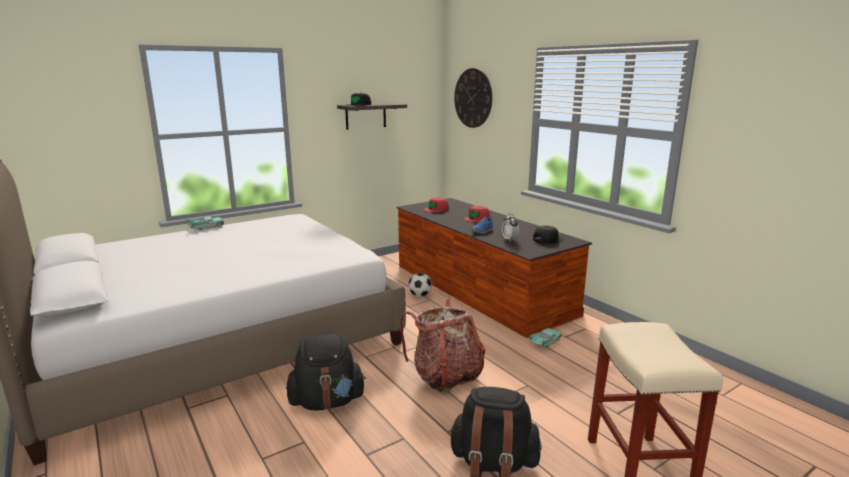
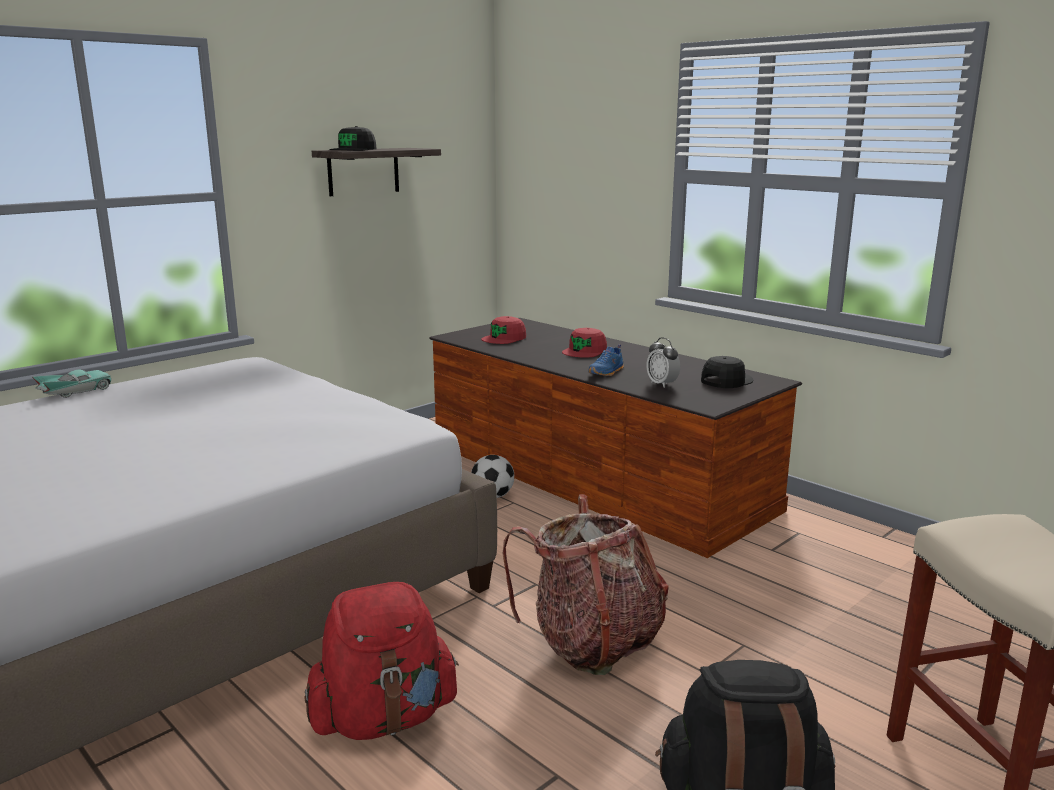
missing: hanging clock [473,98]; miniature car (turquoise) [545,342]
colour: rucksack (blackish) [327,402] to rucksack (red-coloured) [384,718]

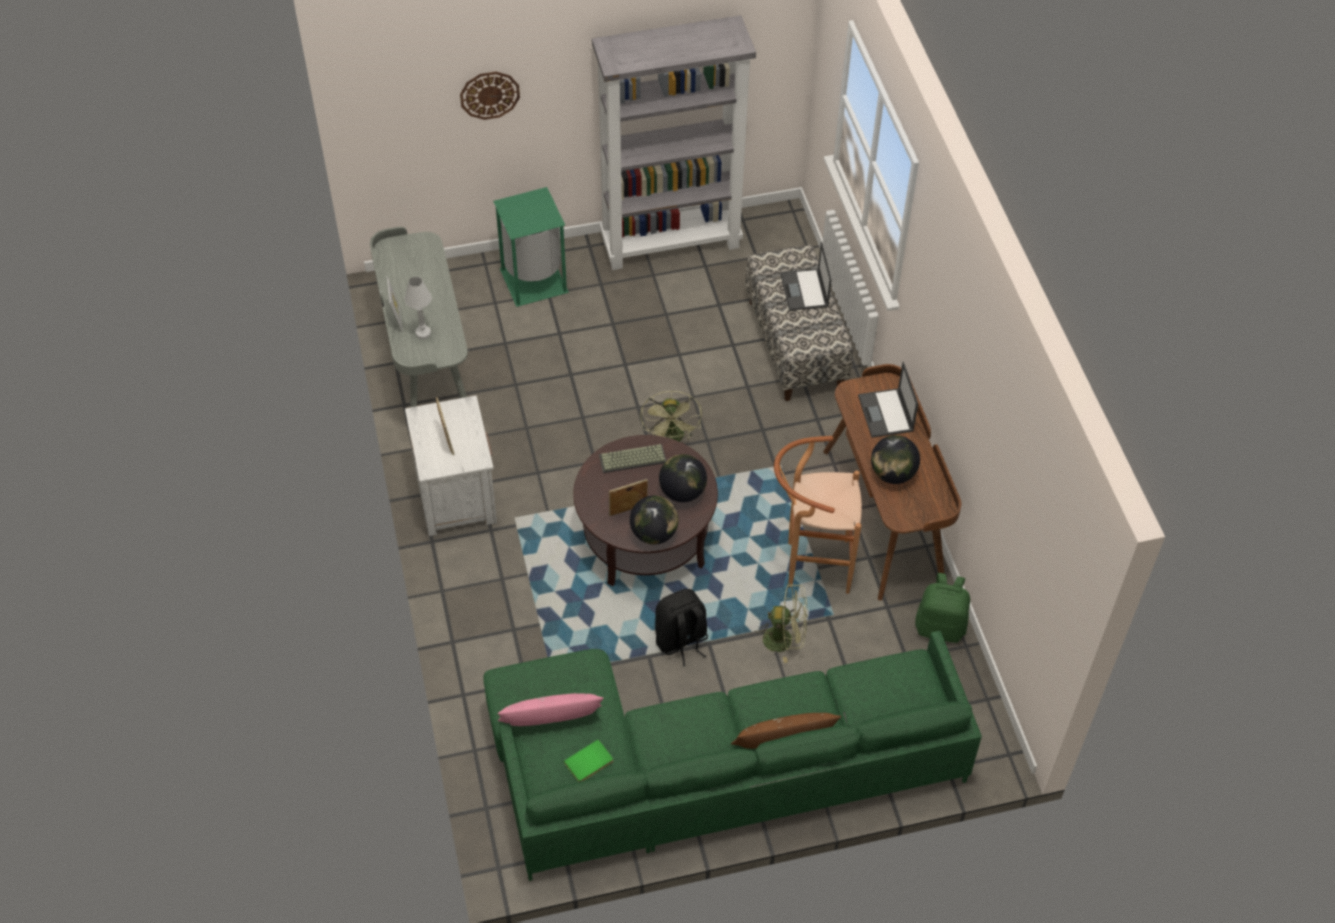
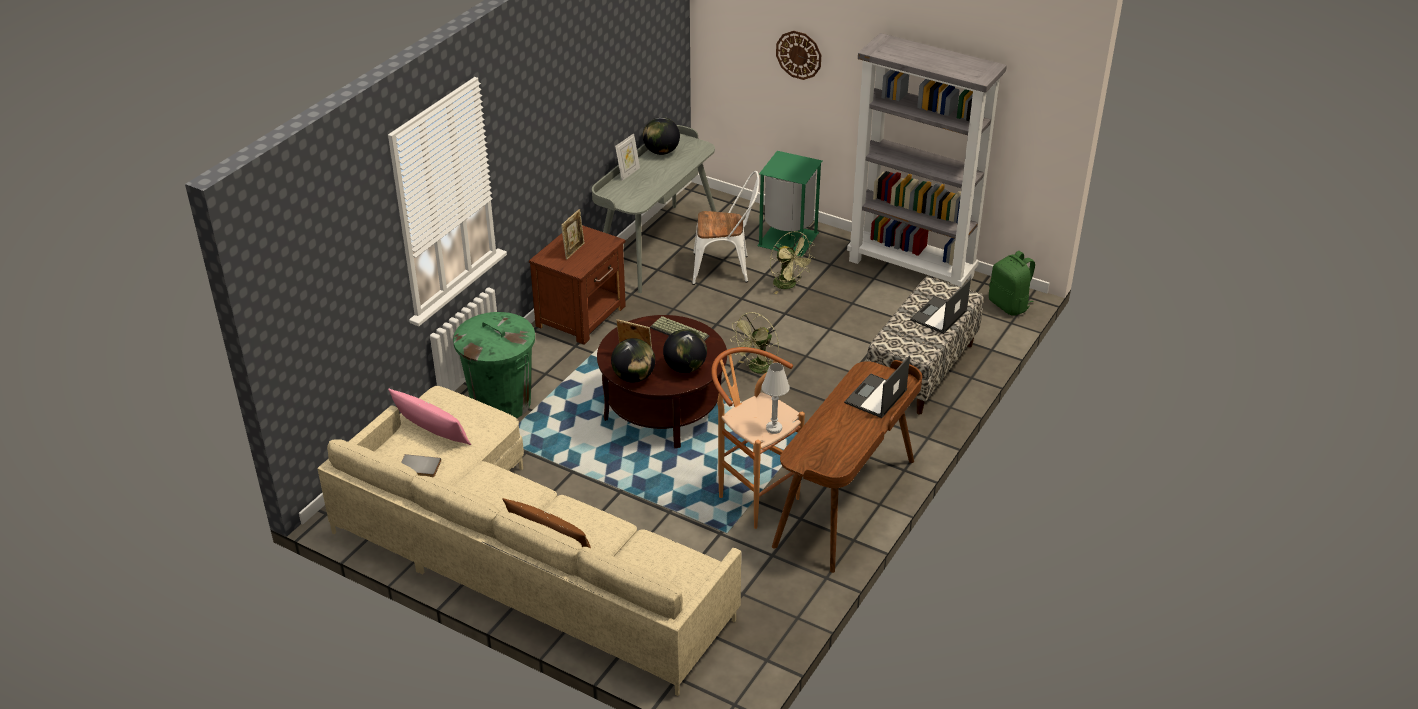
missing: rucksack (blackish) [681,641]
appeared: waste bin (greenish) [501,402]; chair (white) [726,268]
relocated: desk globe [892,474] to [661,152]; tabletop lamp (white) [423,333] to [774,428]; fan (greenish) [784,639] to [789,285]; rucksack (greenish) [940,627] to [1009,305]
colour: couch (greenish) [709,769] to couch (sand-coloured) [519,557]; bound book (greenish) [589,763] to bound book (grey) [419,468]; nightstand (white) [456,493] to nightstand (brown-coloured) [582,316]

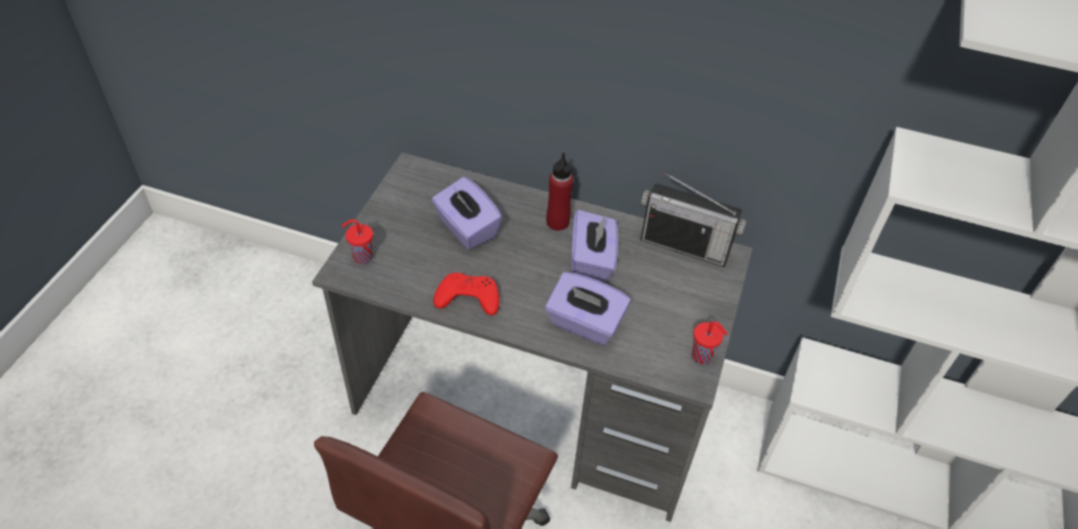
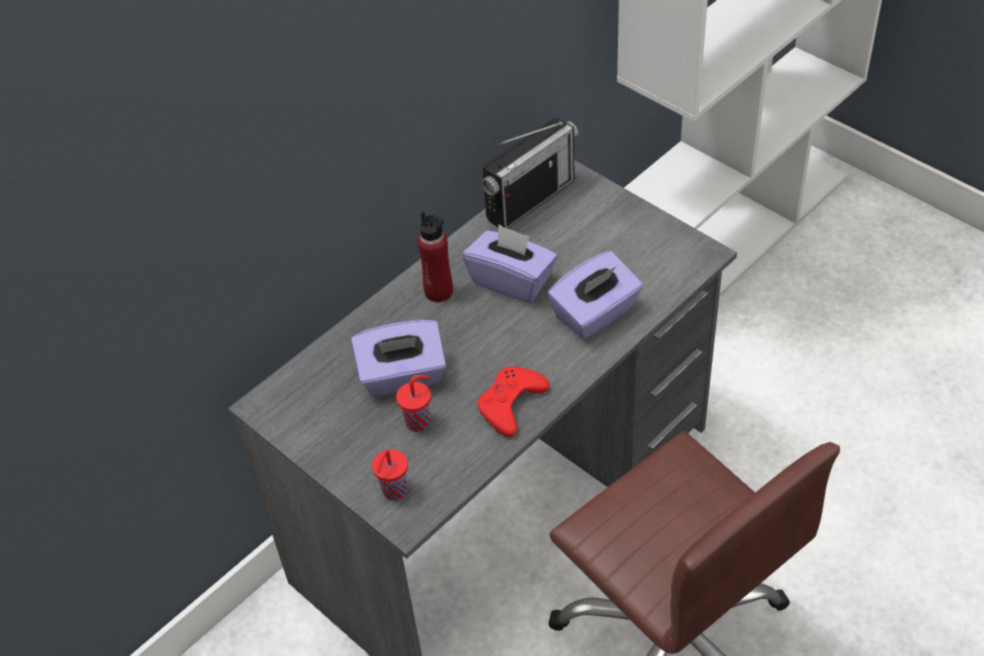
relocated: small cup (red-coloured) [702,357] to [419,422]

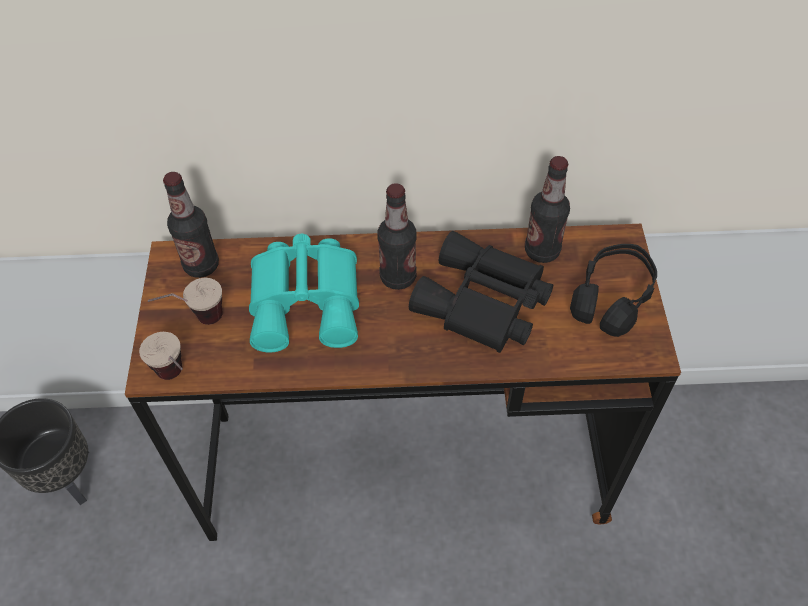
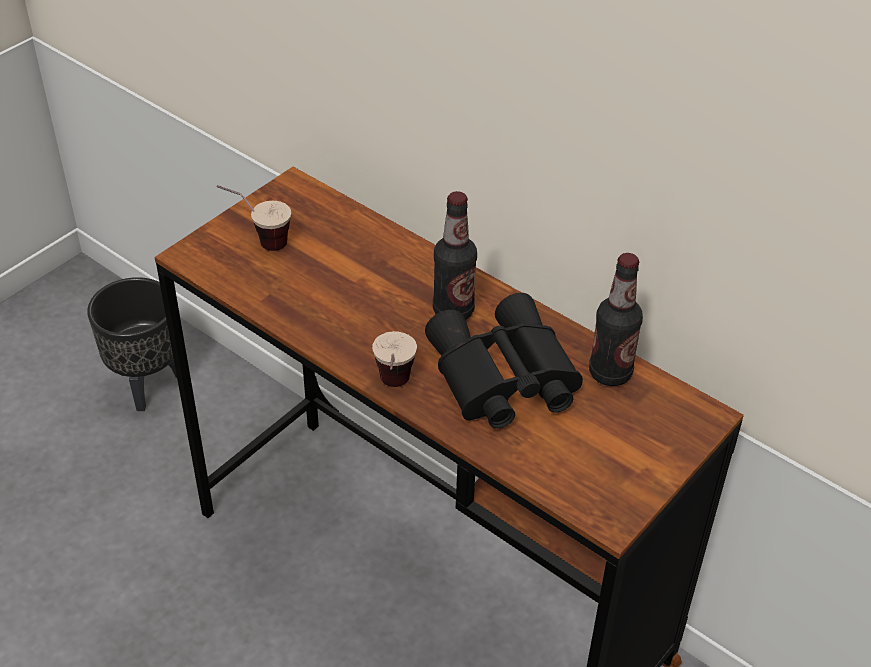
missing: beverage bottle [201,265]; binoculars (turquoise) [308,300]; pair of headphones (blackish) [611,298]
relocated: small cup [177,379] to [394,390]

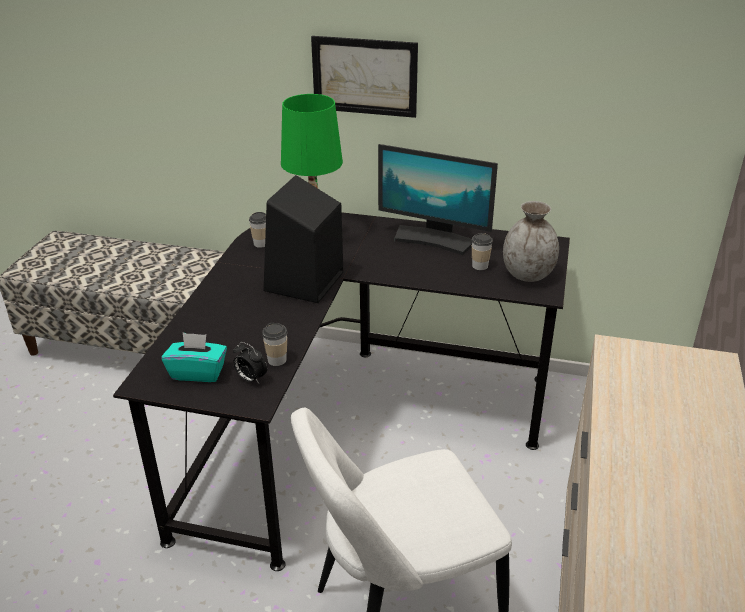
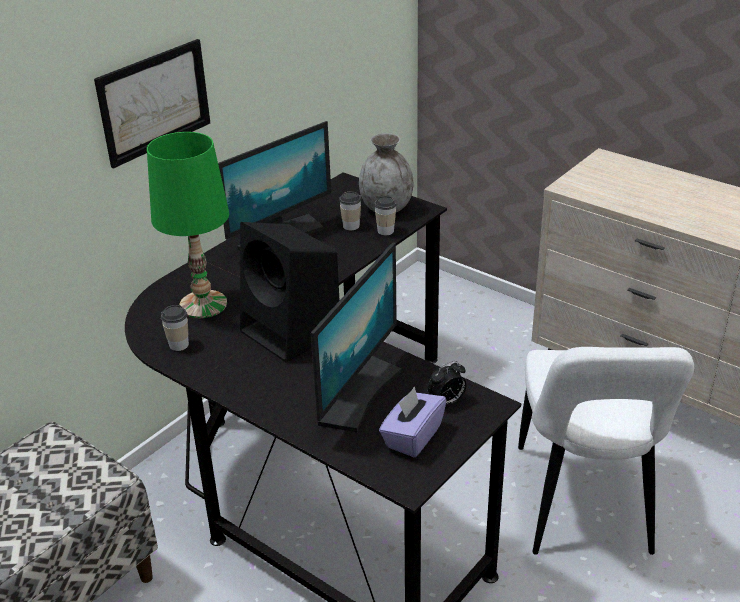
appeared: monitor [357,394]
relocated: small cup [277,360] to [385,231]
colour: tissue box (turquoise) [198,372] to tissue box (purple) [412,437]

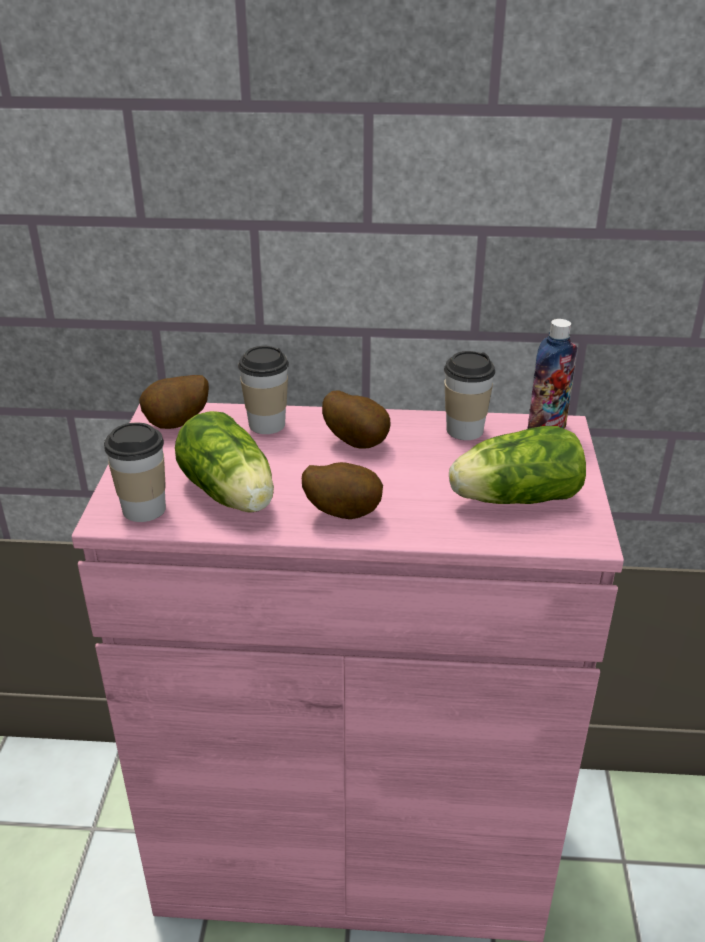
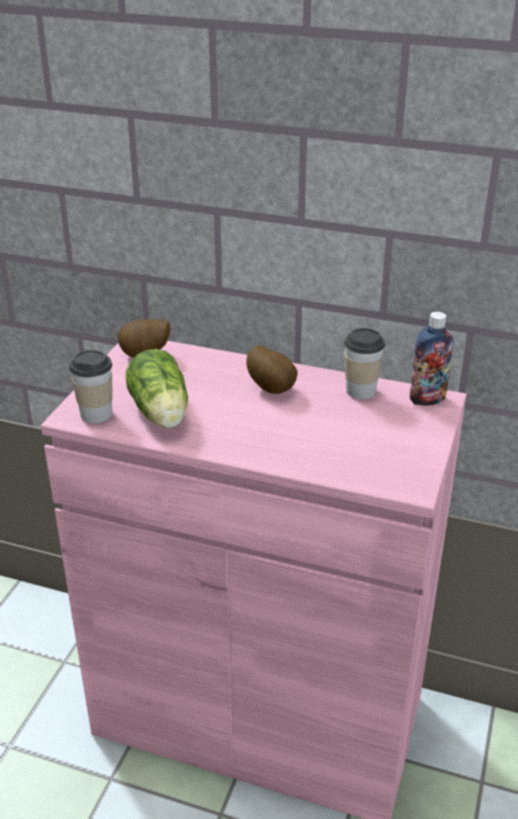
missing: small cup [267,424]; potato [342,512]; lettuce [511,498]

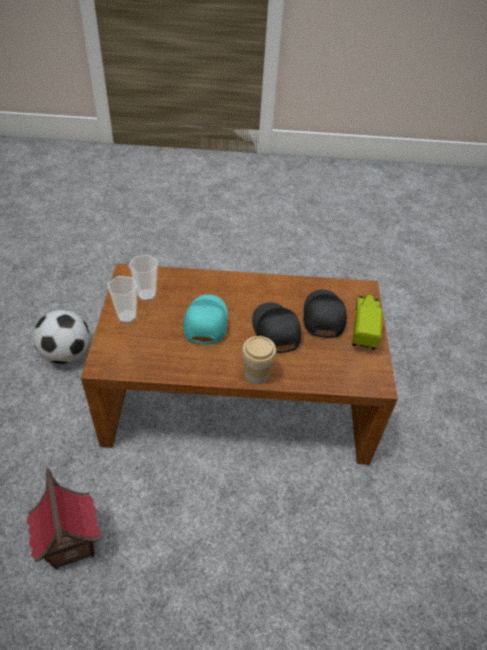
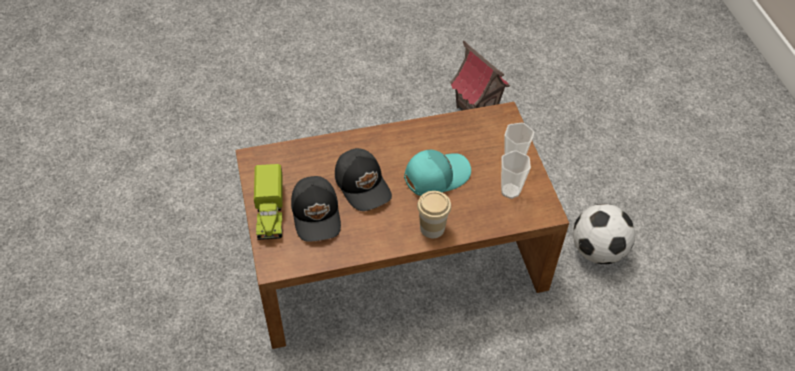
relocated: small cup [256,374] to [432,228]
spun: cap (turquoise) [205,323] = [435,175] 105 degrees counterclockwise

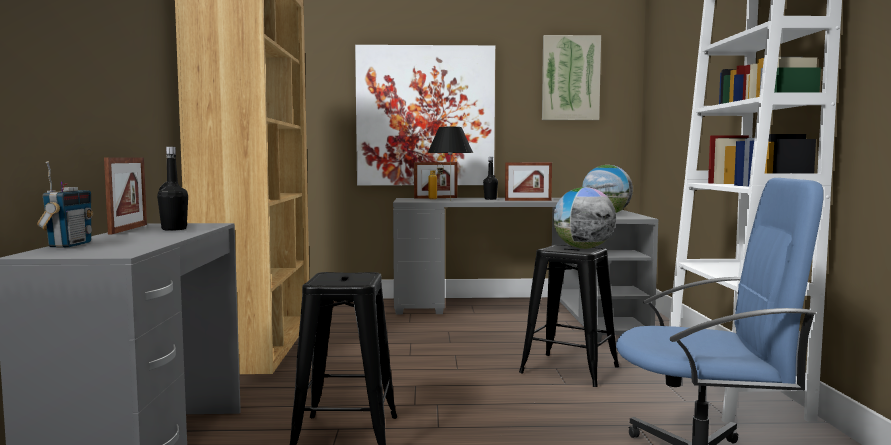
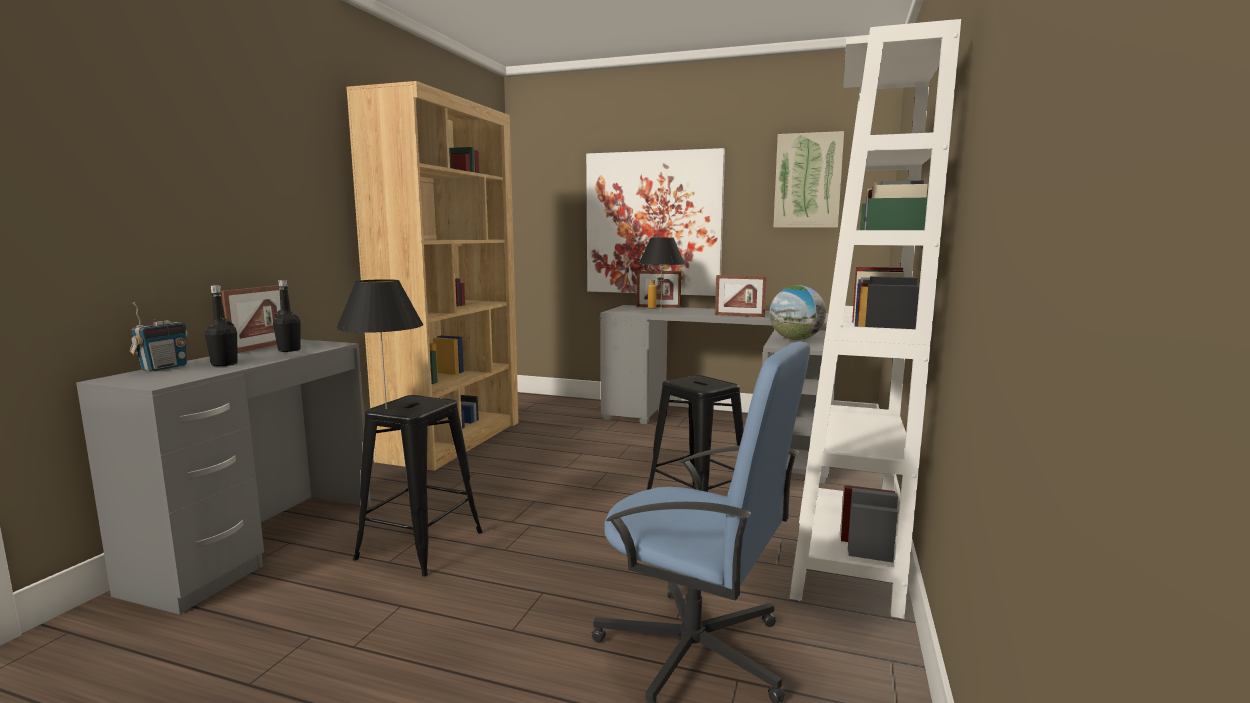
missing: desk globe [583,248]
appeared: tabletop lamp (blackish) [385,408]
relocated: beverage bottle (blackish) [490,199] to [224,364]

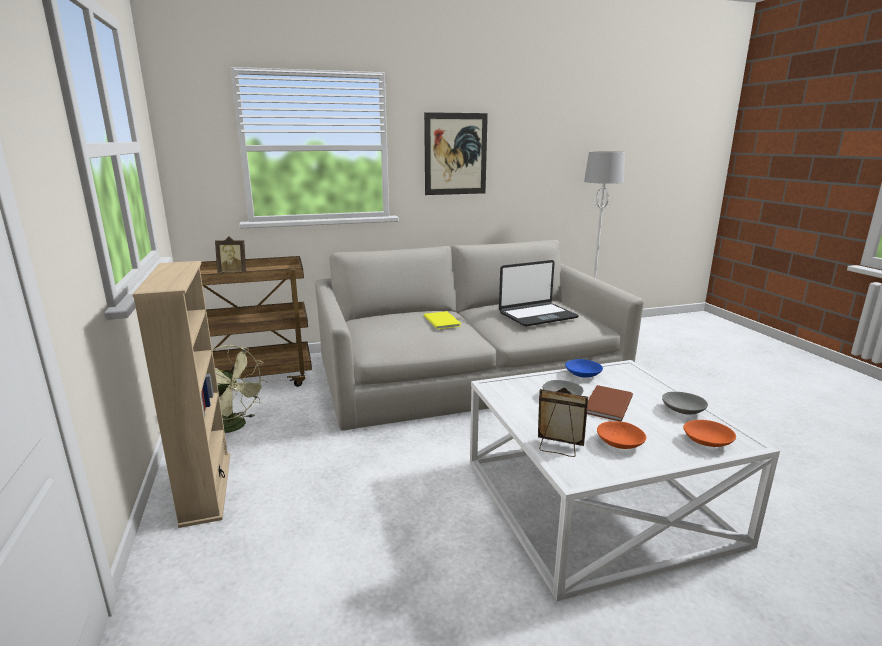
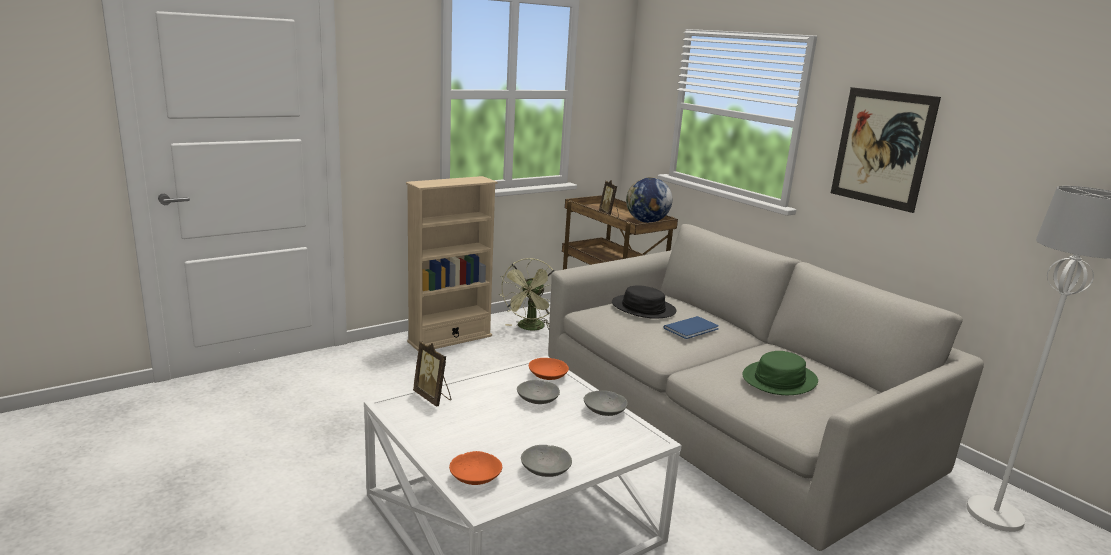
missing: bound book (brown-coloured) [606,404]
appeared: clothing hat (blackish) [643,308]; desk globe [646,222]
relocated: serving bowl (orange-coloured) [620,442] to [548,376]
exchanged: notebook computer [537,315] to clothing hat (greenish) [779,379]
colour: serving bowl (blue) [583,374] to serving bowl (grey) [605,410]; bound book (yellowish) [442,321] to bound book (blue) [693,328]
spun: photo frame [558,448] = [433,397] 135 degrees clockwise

